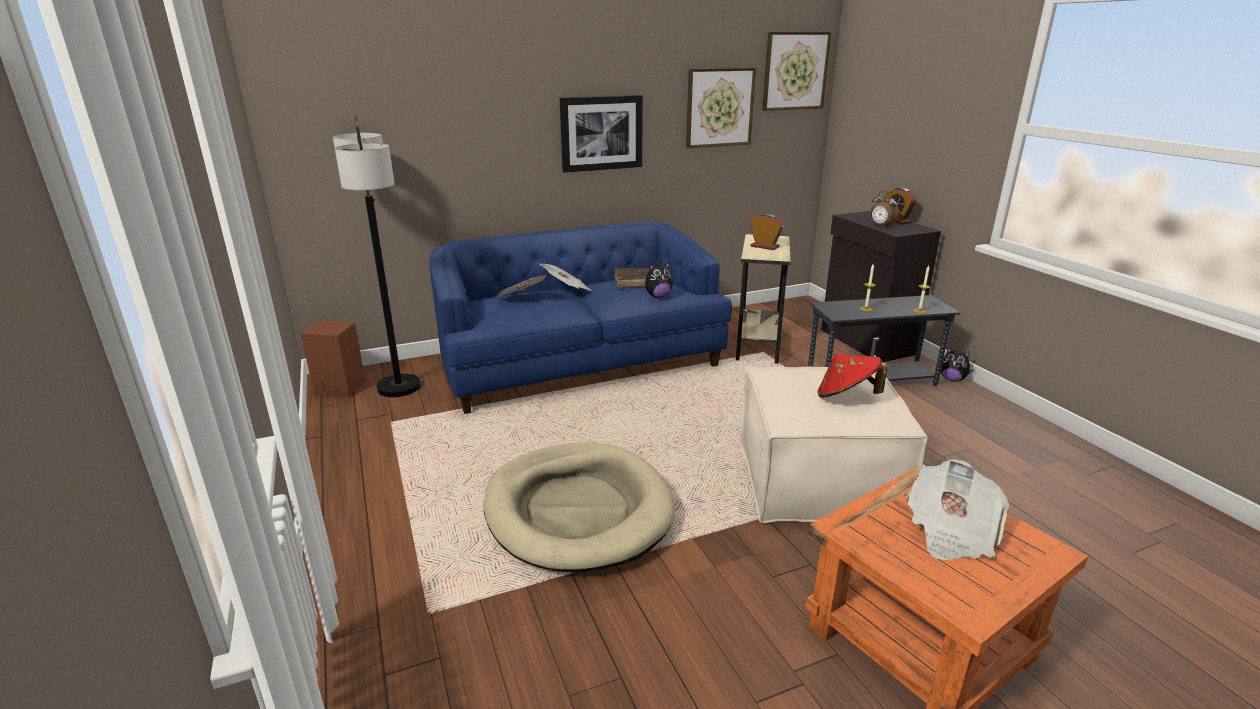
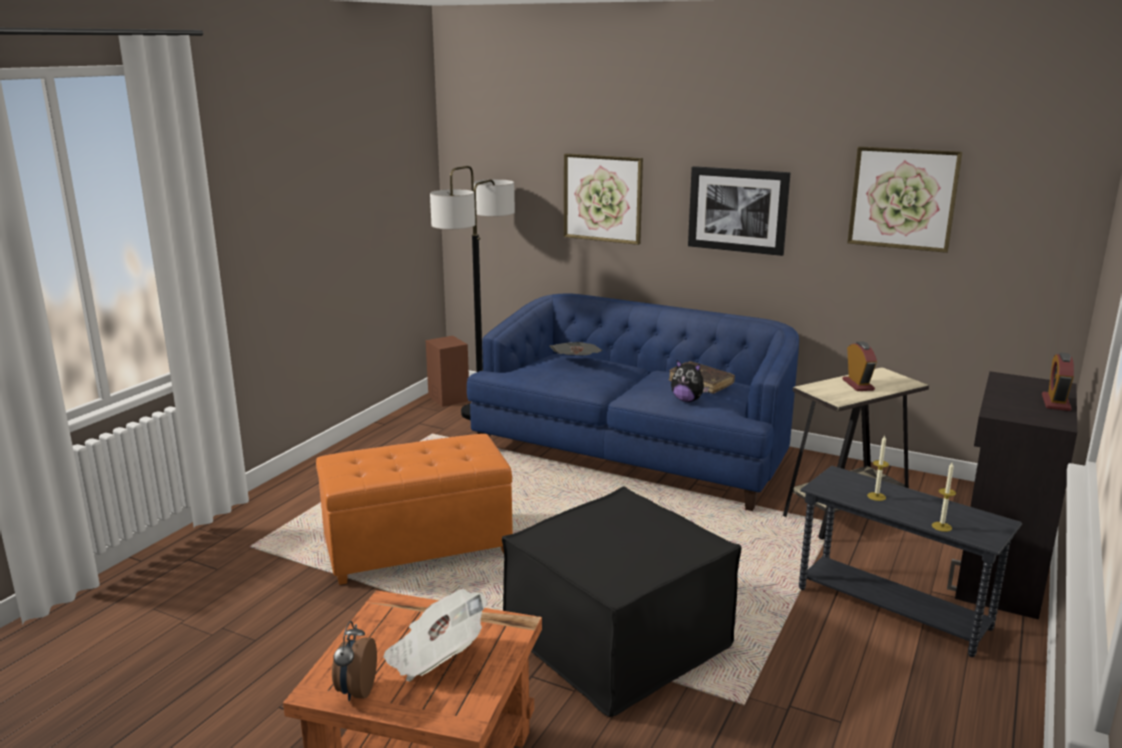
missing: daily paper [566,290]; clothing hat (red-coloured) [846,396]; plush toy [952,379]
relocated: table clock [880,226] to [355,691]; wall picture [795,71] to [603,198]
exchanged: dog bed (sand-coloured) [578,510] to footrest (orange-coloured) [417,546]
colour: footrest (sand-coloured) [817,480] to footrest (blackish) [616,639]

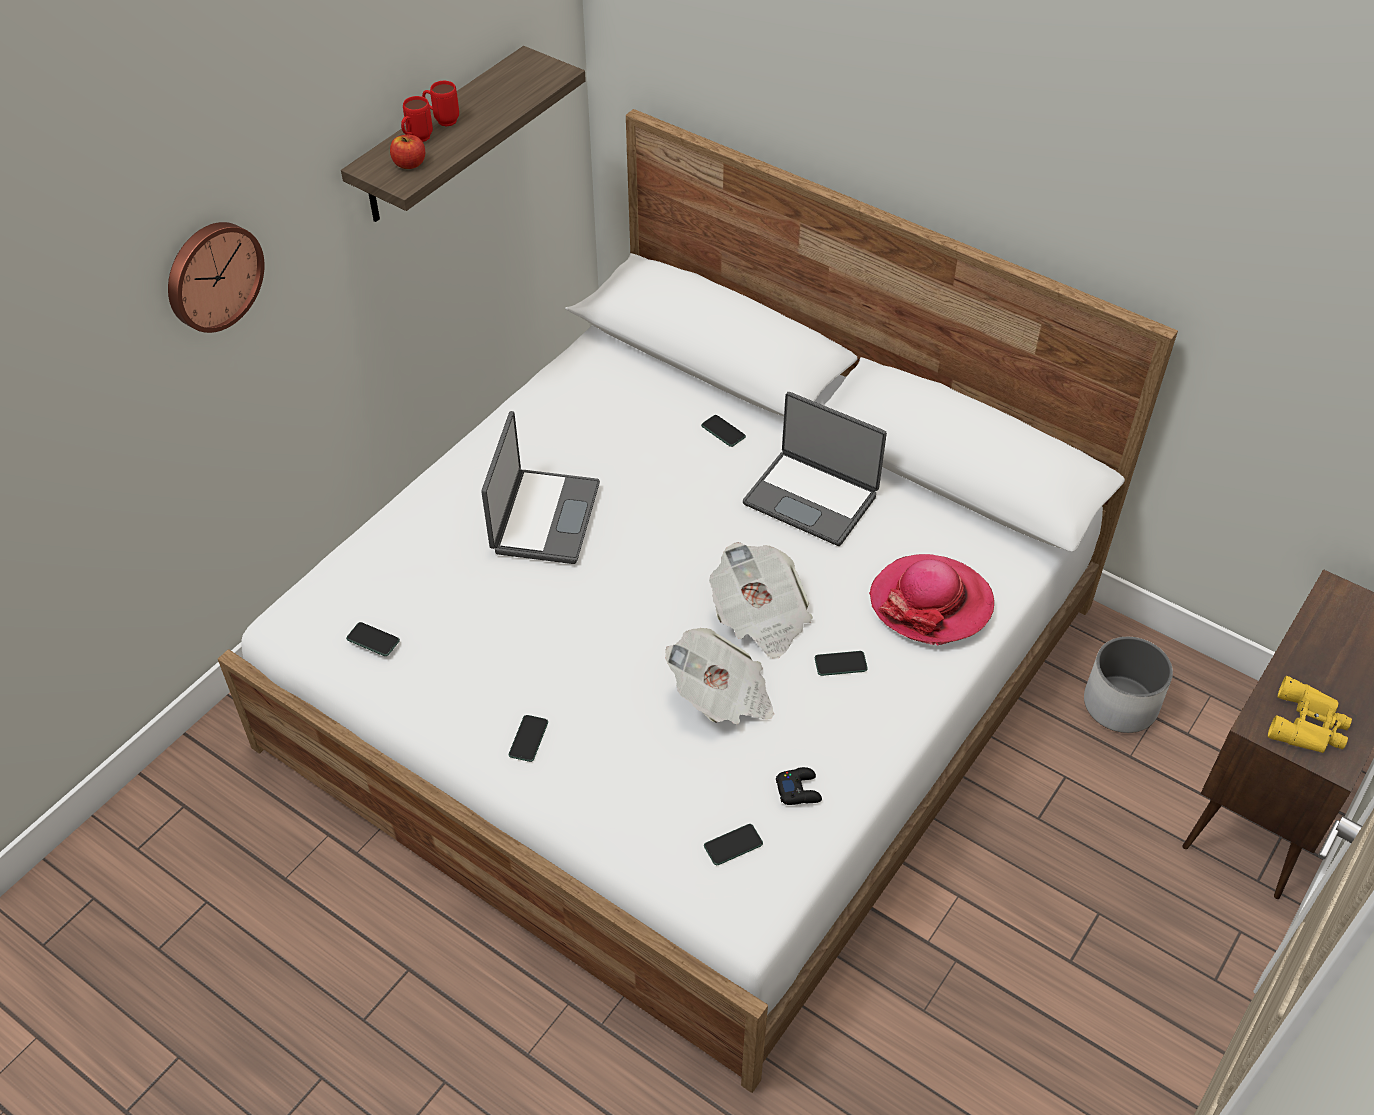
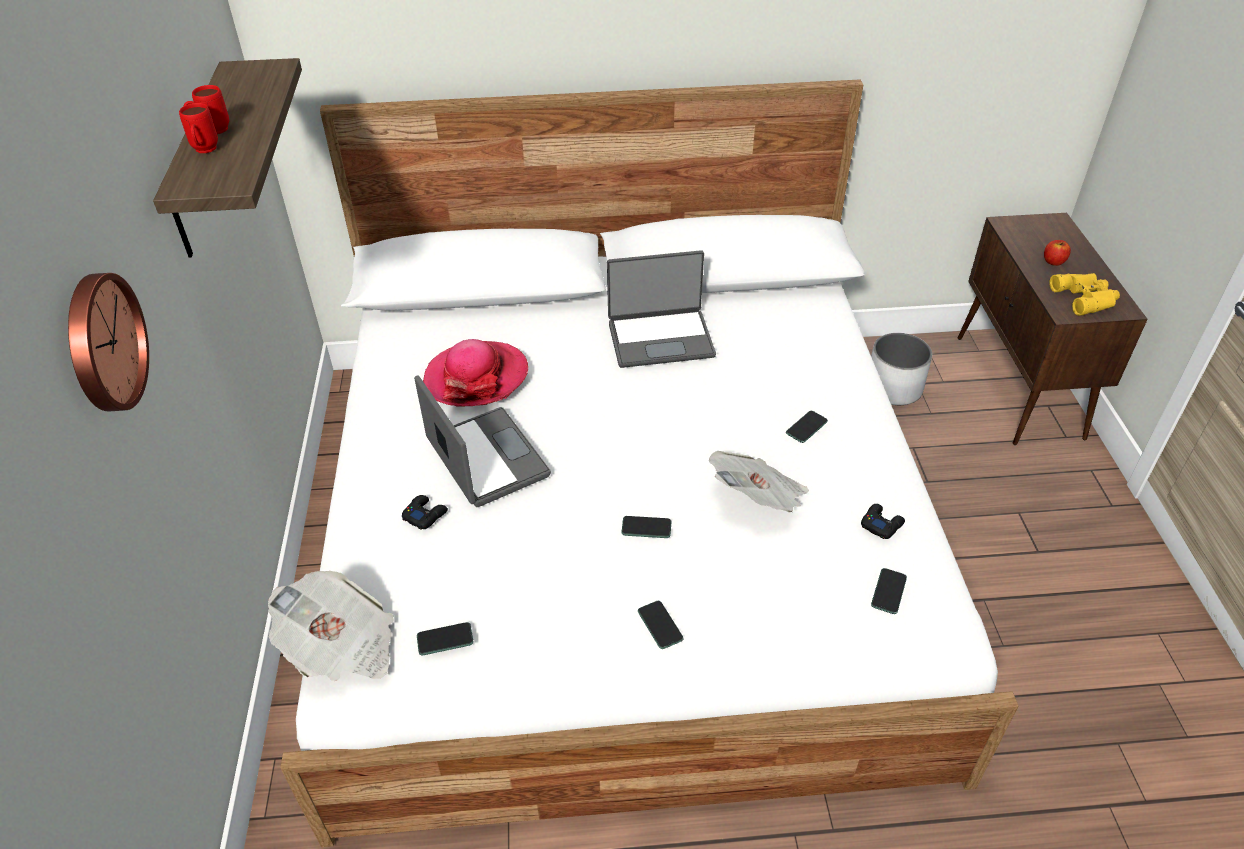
appeared: gamepad (blackish) [425,515]
relocated: daily paper [760,617] to [341,647]; clothing hat [931,603] to [476,377]; telephone [723,431] to [646,528]; whole apple [409,164] to [1053,261]

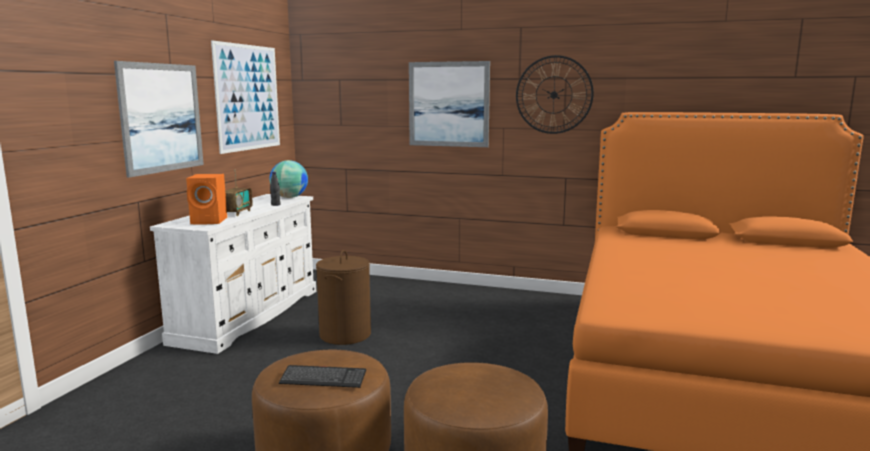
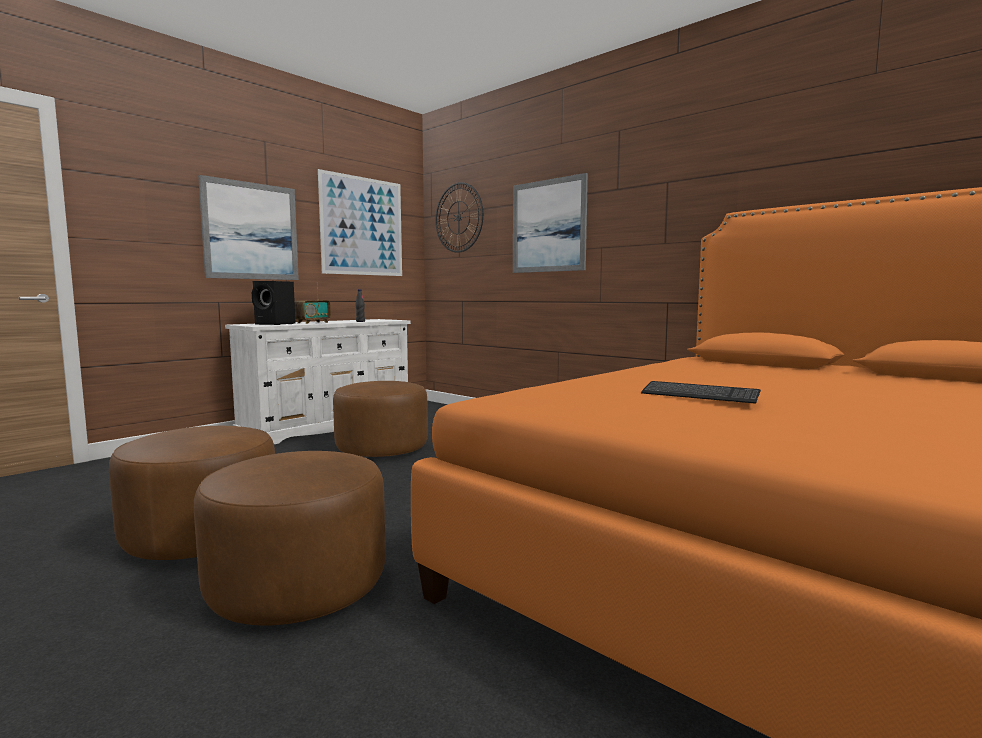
missing: desk globe [289,197]
relocated: hanging clock [554,95] to [458,217]; computer keyboard [323,378] to [699,395]
exchanged: laundry basket (brown-coloured) [345,335] to footrest (brown-coloured) [382,449]
colour: speaker (orange-coloured) [210,221] to speaker (blackish) [276,324]

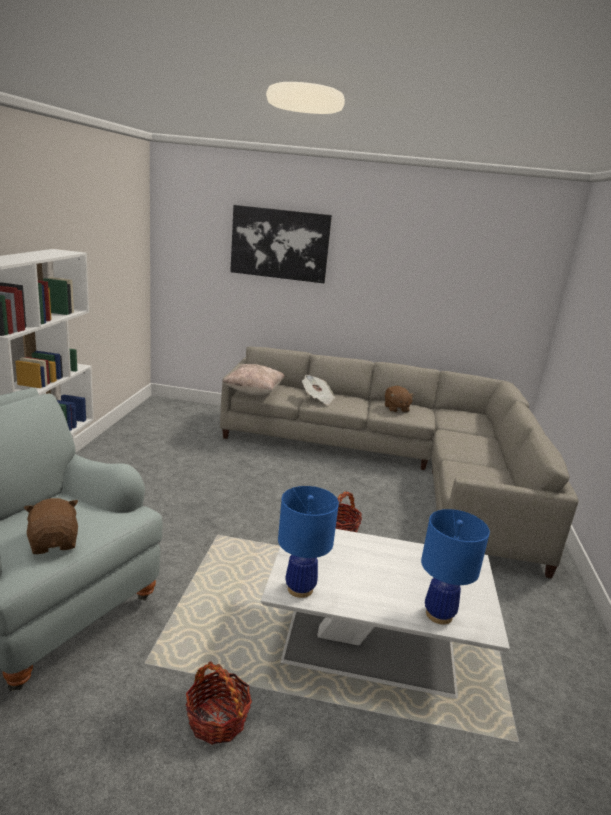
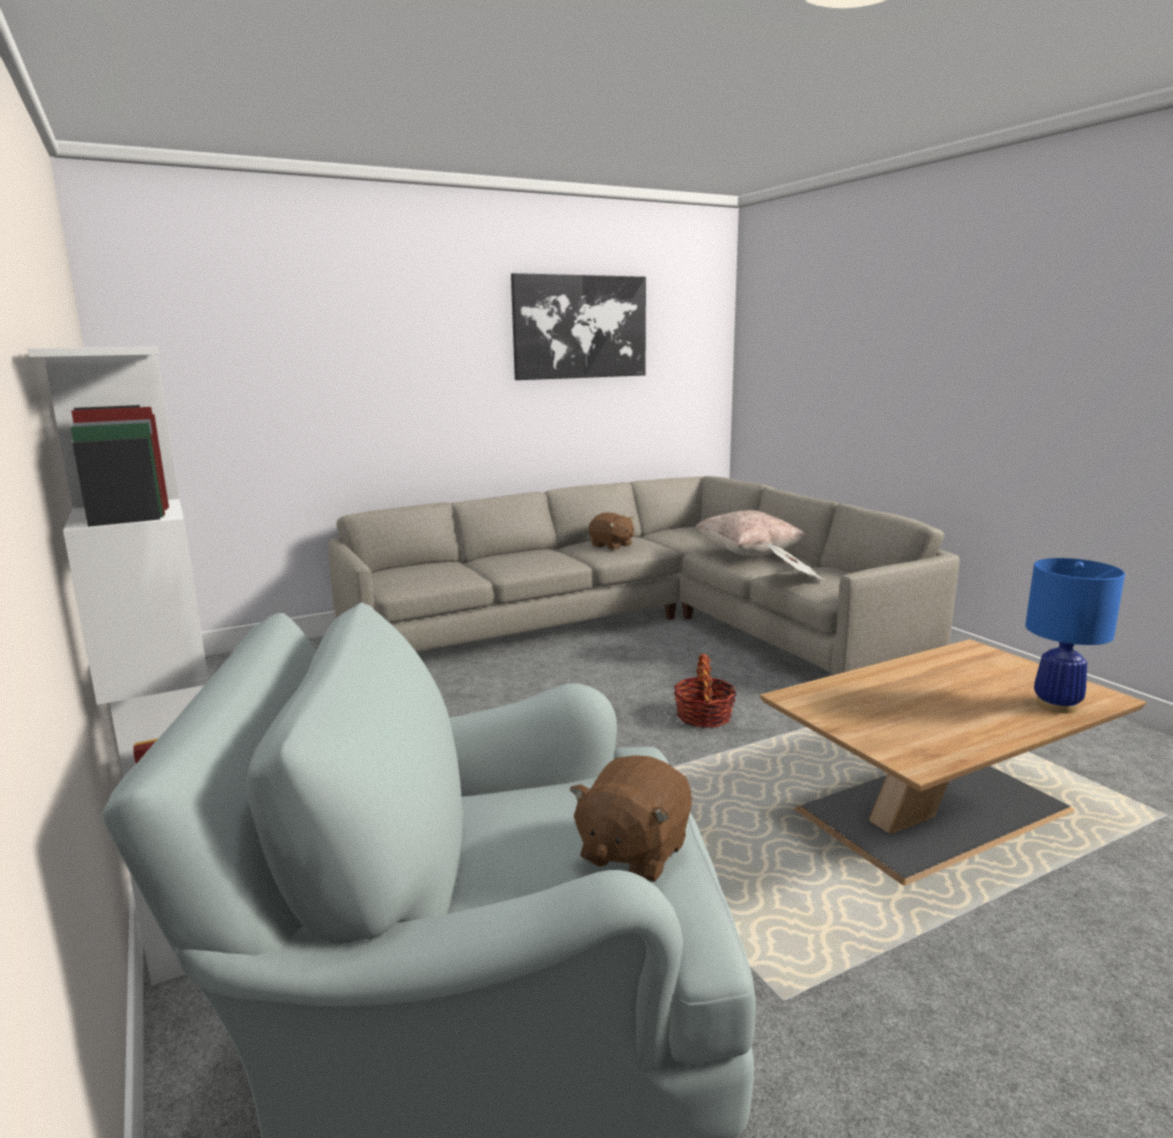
missing: household basket [217,720]; tabletop lamp (blue) [300,589]
relocated: wall picture [280,244] to [580,327]; pillow (sand-coloured) [254,392] to [748,553]; daily paper [317,398] to [793,577]
colour: low table (white) [373,644] to low table (brown-coloured) [936,809]
spun: plush toy (brown-coloured) [54,543] = [632,851] 90 degrees counterclockwise

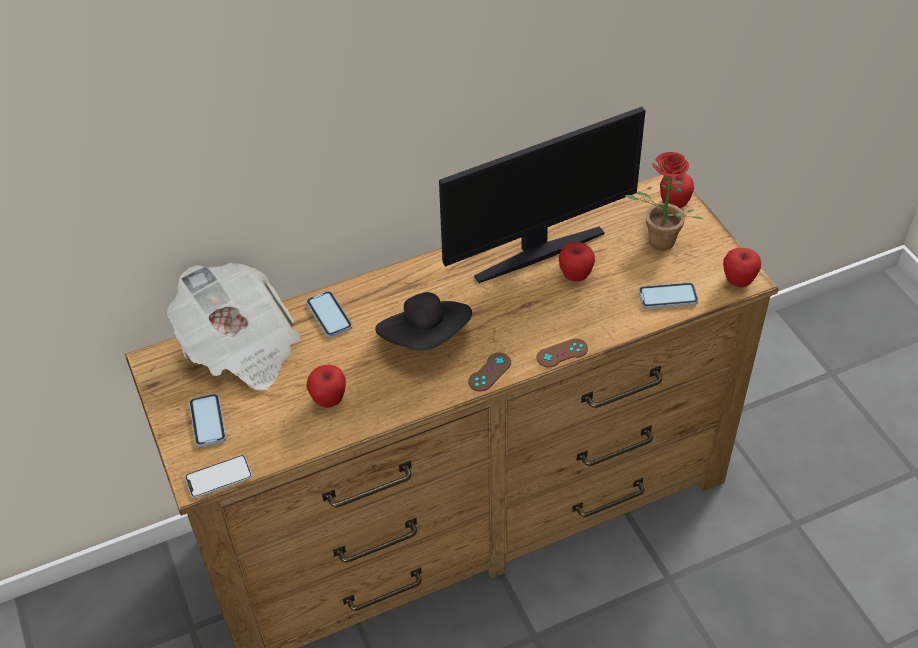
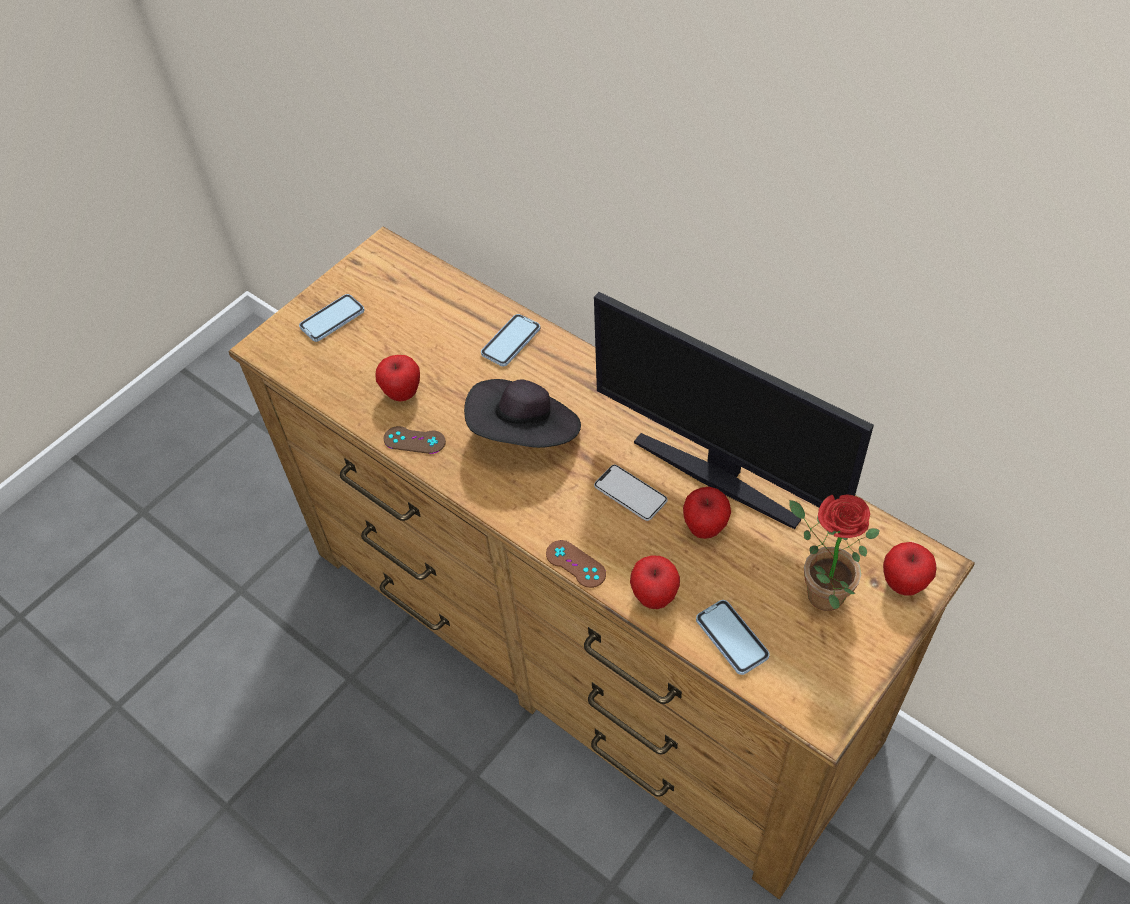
missing: daily paper [240,348]
relocated: gamepad (brown-coloured) [489,372] to [414,440]; telephone [219,477] to [630,493]; whole apple [738,281] to [654,596]

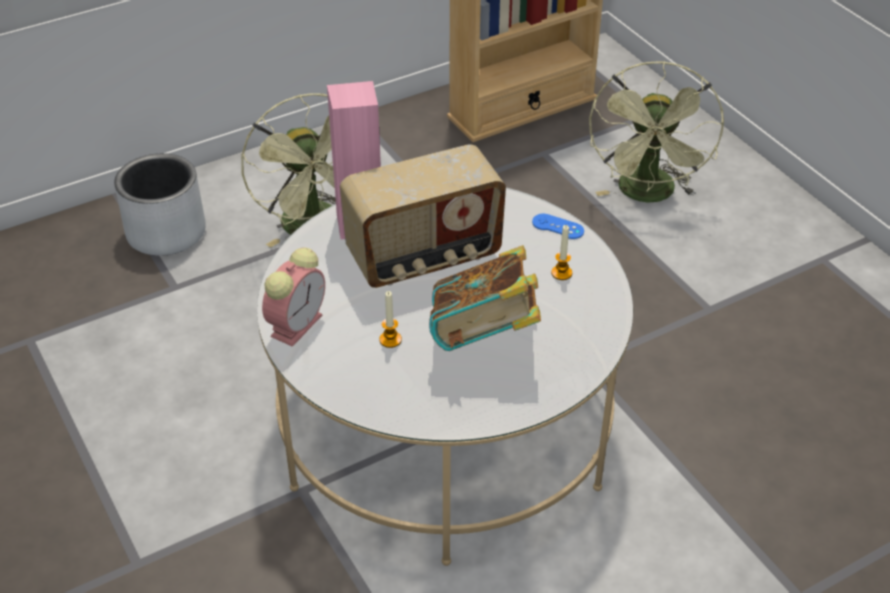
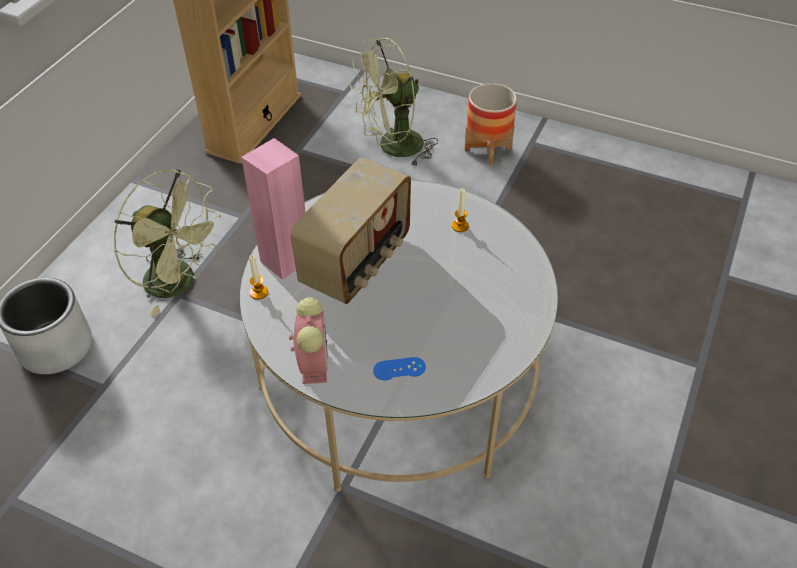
missing: bound book [484,337]
appeared: planter [488,149]
relocated: wax candle [390,340] to [258,292]; gamepad (blue) [558,226] to [399,369]
spun: fan (greenish) [648,195] = [393,148] 90 degrees clockwise

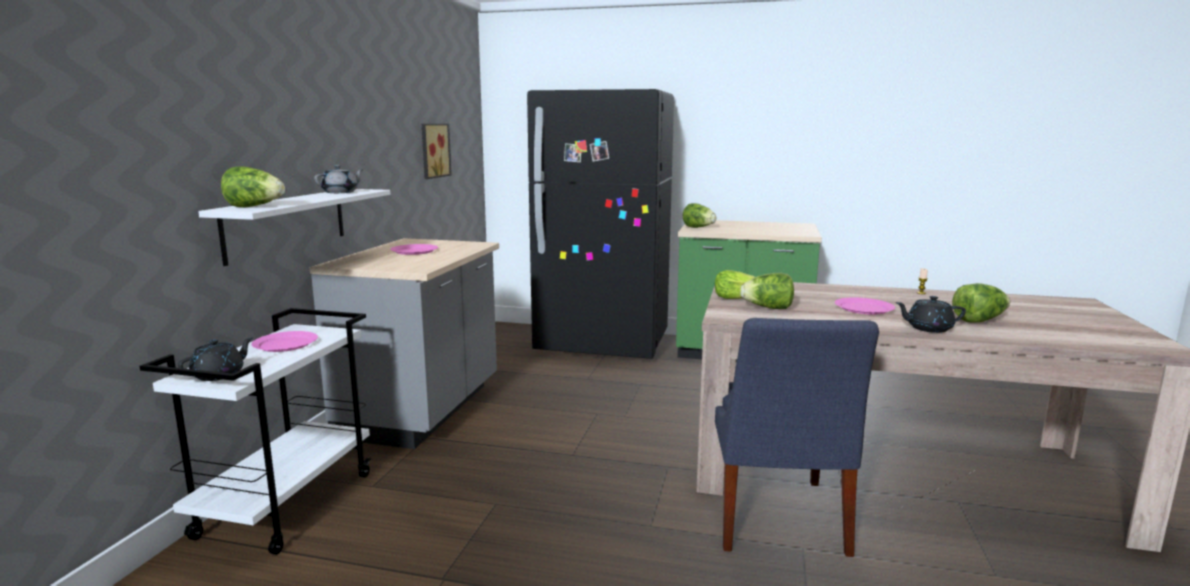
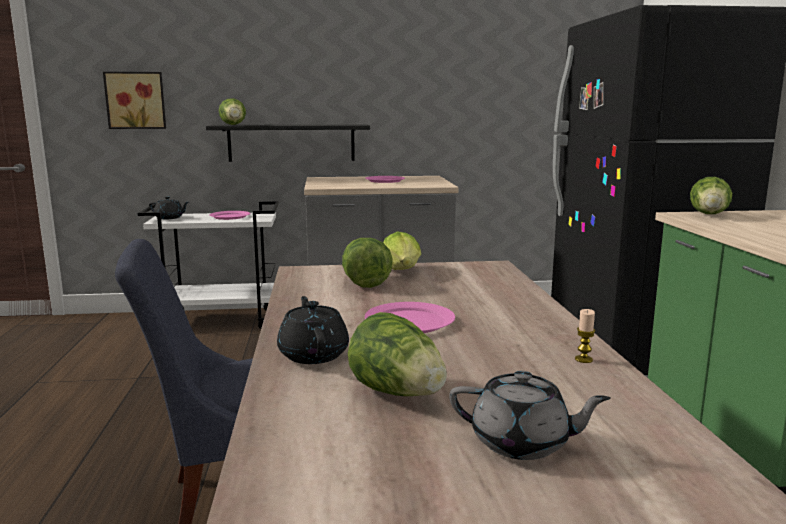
relocated: wall picture [433,150] to [136,100]; tea pot (grey) [341,192] to [522,443]
colour: bracket shelf (white) [287,223] to bracket shelf (blackish) [291,142]

